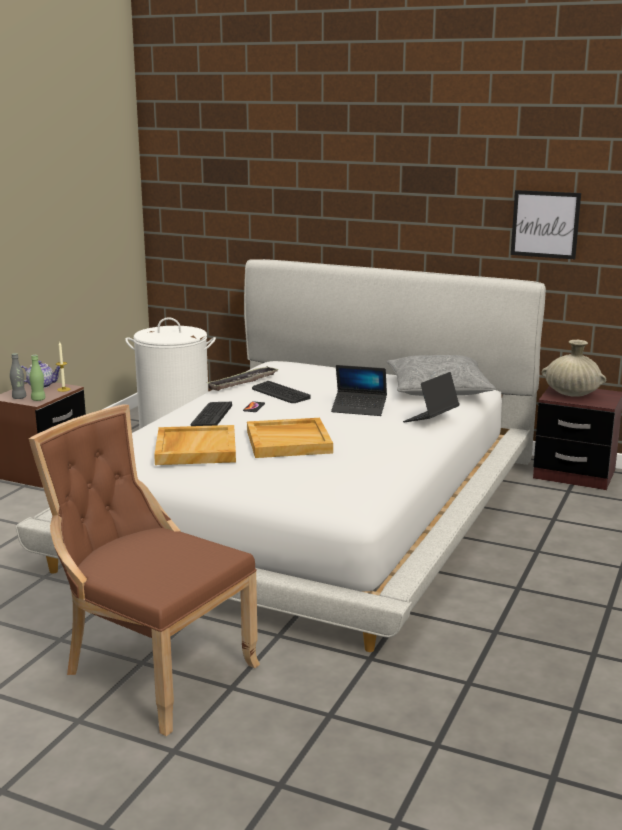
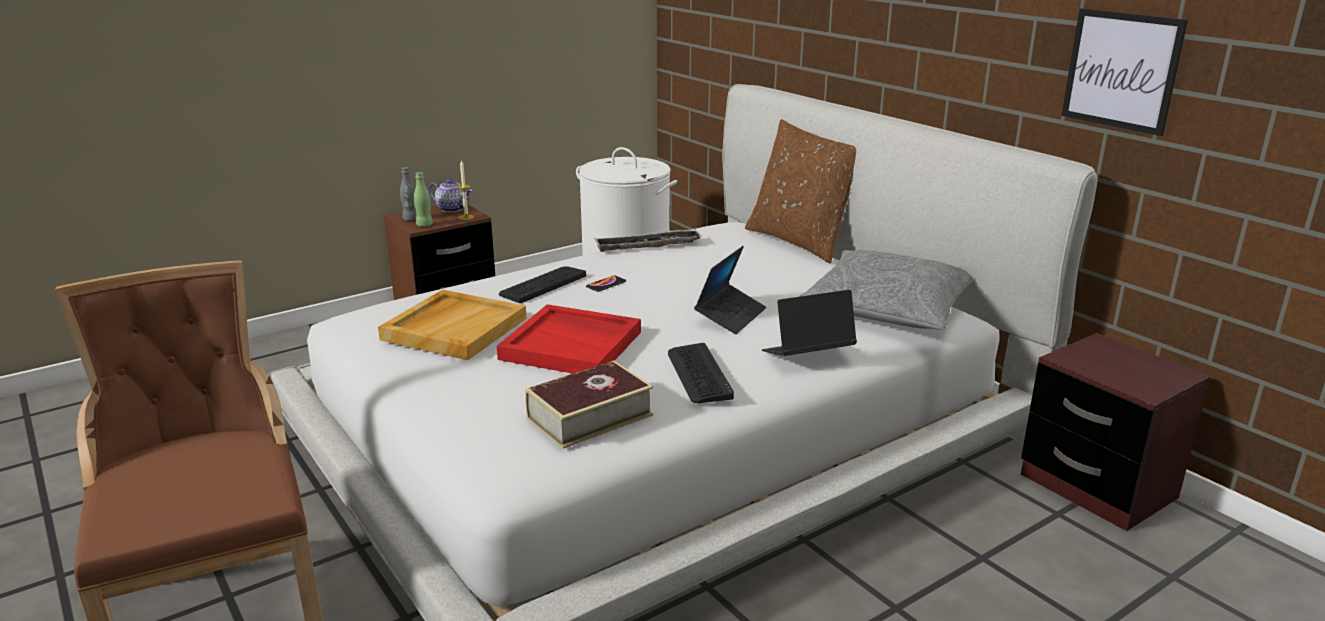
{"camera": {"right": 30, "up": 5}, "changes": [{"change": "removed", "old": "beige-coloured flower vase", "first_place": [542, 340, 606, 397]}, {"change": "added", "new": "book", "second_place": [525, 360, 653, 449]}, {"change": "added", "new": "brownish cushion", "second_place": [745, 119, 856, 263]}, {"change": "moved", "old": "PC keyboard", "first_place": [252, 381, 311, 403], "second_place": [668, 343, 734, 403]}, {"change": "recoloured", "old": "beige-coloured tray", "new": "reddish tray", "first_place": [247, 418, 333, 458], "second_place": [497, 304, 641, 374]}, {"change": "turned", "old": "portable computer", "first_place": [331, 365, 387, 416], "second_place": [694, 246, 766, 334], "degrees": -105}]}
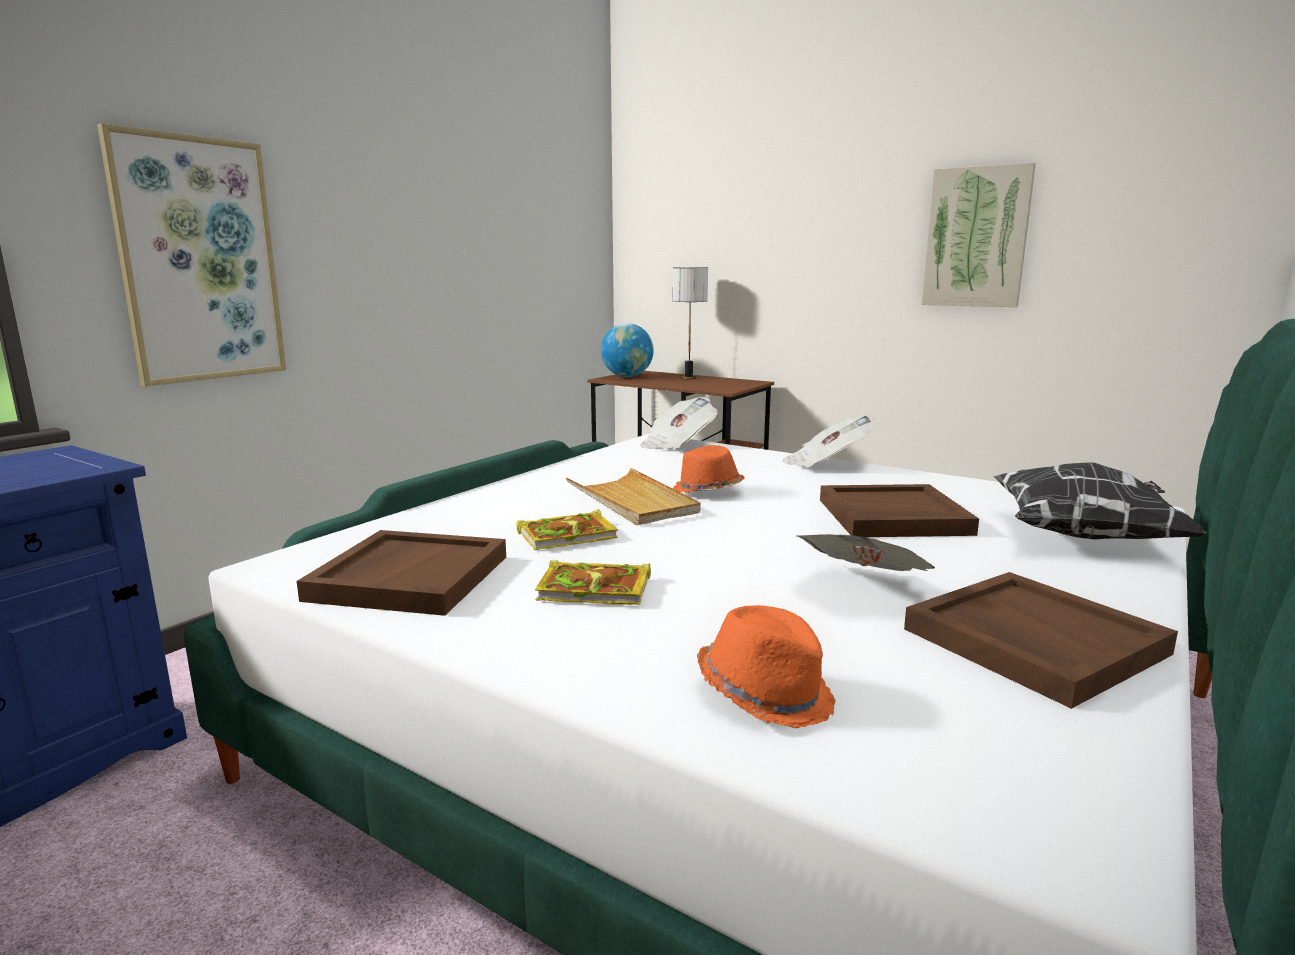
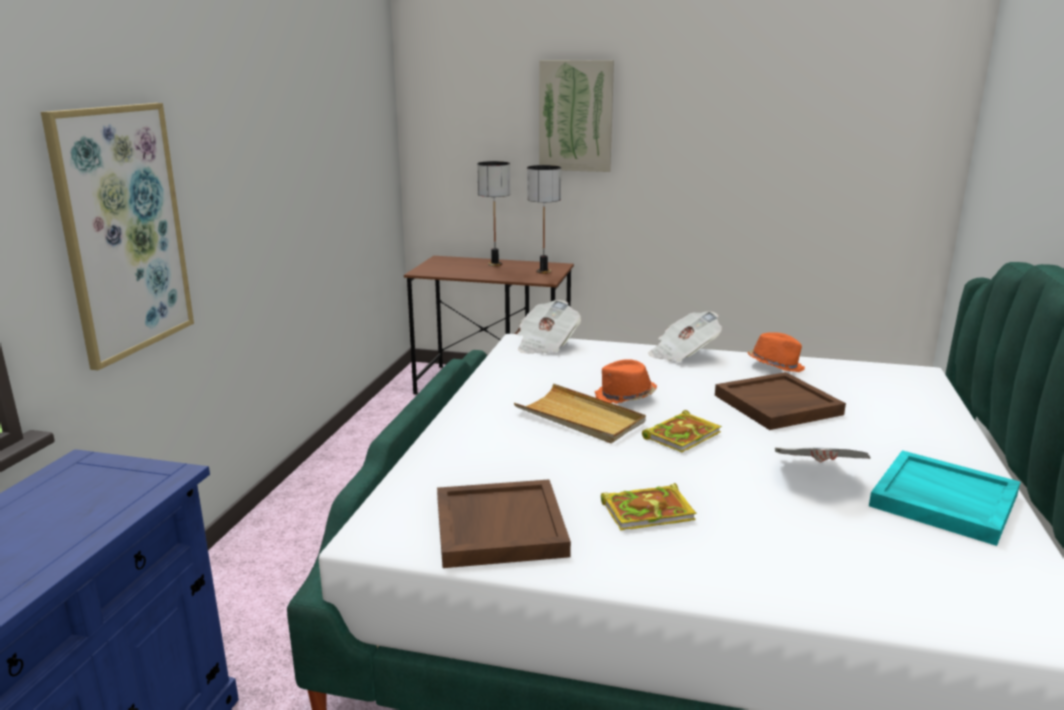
{"camera": {"right": -20, "up": 5}, "changes": [{"change": "removed", "old": "desk globe", "first_place": [601, 323, 654, 377]}, {"change": "removed", "old": "cushion", "first_place": [994, 462, 1207, 540]}, {"change": "added", "new": "tabletop lamp", "second_place": [527, 165, 561, 274]}, {"change": "moved", "old": "book", "first_place": [516, 509, 618, 550], "second_place": [642, 410, 722, 453]}, {"change": "moved", "old": "orange-coloured wearable hat", "first_place": [697, 605, 836, 728], "second_place": [748, 332, 805, 372]}, {"change": "moved", "old": "picture", "first_place": [922, 163, 1036, 307], "second_place": [539, 60, 614, 172]}, {"change": "recoloured", "old": "brownish tray", "new": "blue-green tray", "first_place": [904, 572, 1178, 709], "second_place": [869, 450, 1020, 546]}]}
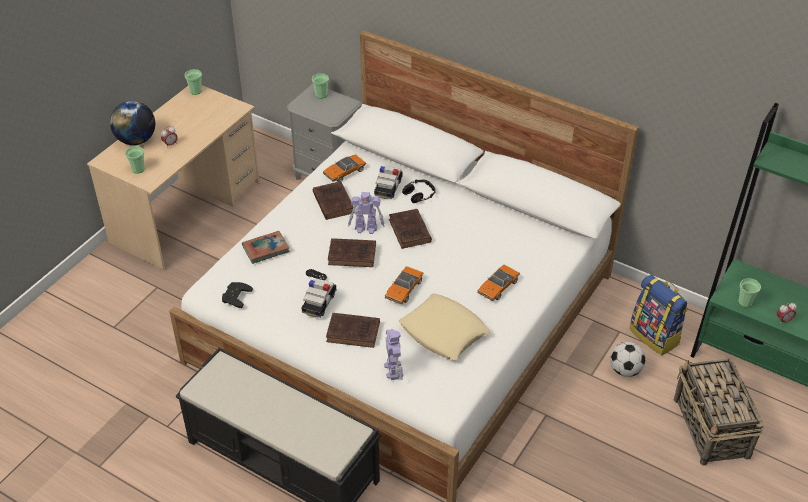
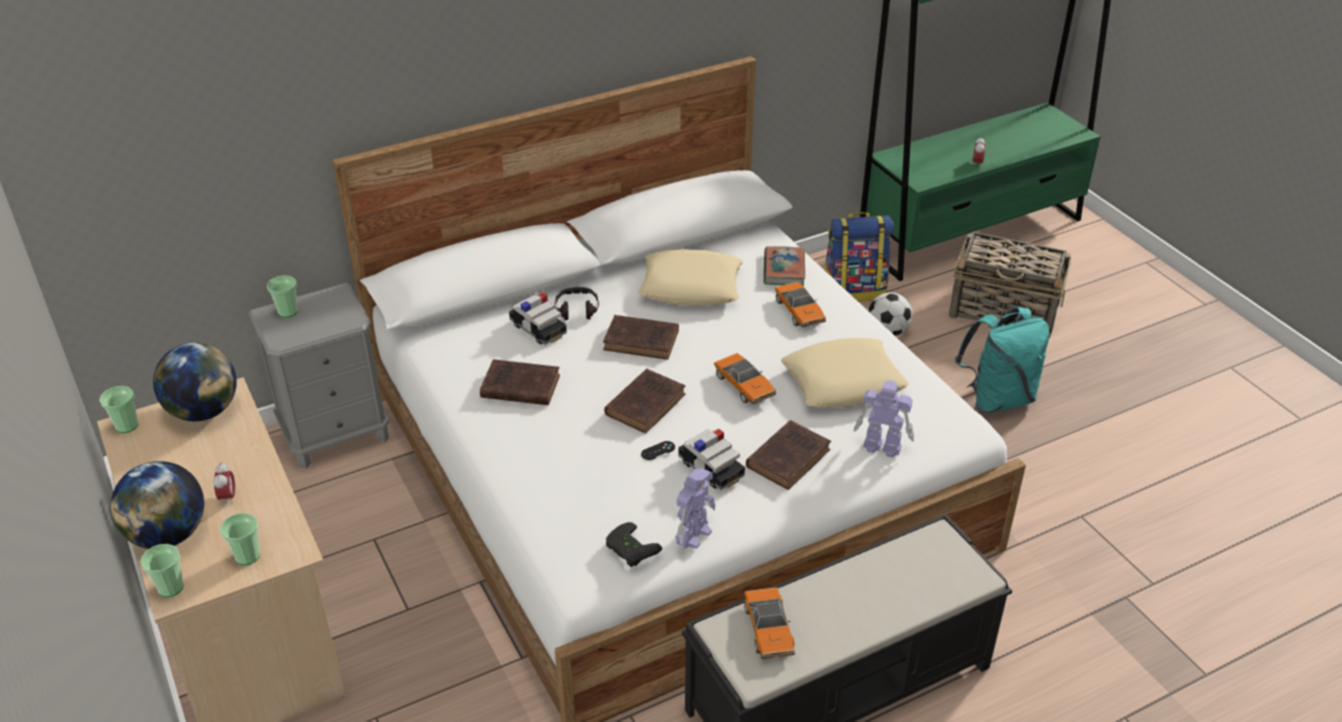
{"camera": {"right": -60, "up": -5}, "changes": [{"change": "added", "new": "desk globe", "second_place": [153, 343, 237, 421]}, {"change": "added", "new": "beige-coloured cushion", "second_place": [638, 249, 743, 306]}, {"change": "added", "new": "blue-green knapsack", "second_place": [954, 307, 1050, 414]}, {"change": "moved", "old": "book", "first_place": [242, 231, 290, 264], "second_place": [764, 246, 805, 286]}, {"change": "moved", "old": "toy car", "first_place": [323, 154, 366, 182], "second_place": [744, 587, 795, 659]}, {"change": "moved", "old": "robot figure", "first_place": [348, 192, 385, 234], "second_place": [675, 468, 715, 550]}, {"change": "moved", "old": "small cup", "first_place": [738, 278, 761, 308], "second_place": [140, 544, 184, 597]}]}
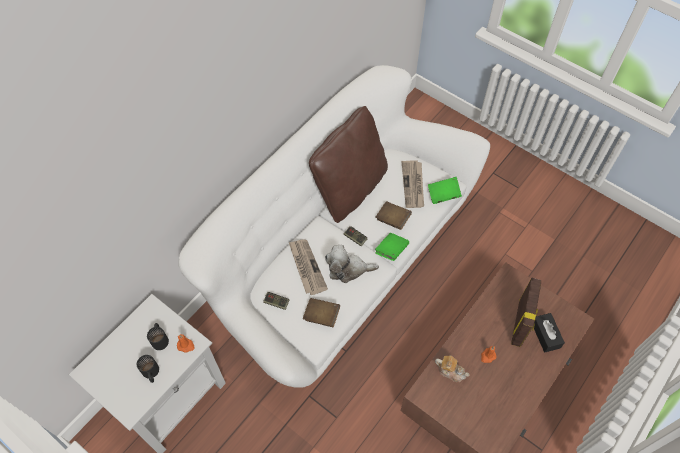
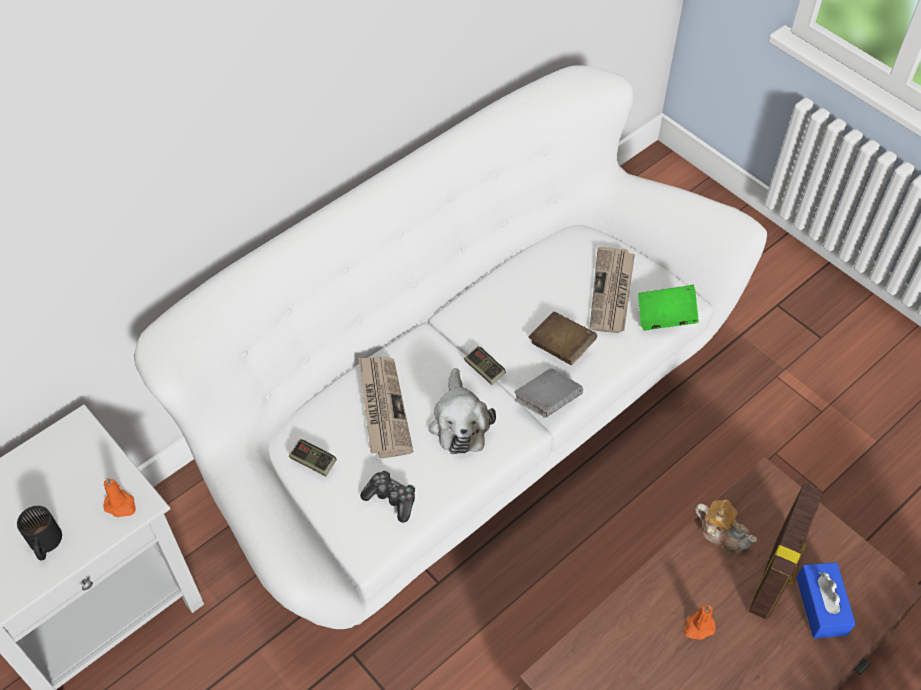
{"camera": {"right": 10, "up": -5}, "changes": [{"change": "removed", "old": "blackish tea mug", "first_place": [147, 323, 169, 350]}, {"change": "removed", "old": "brownish cushion", "first_place": [309, 106, 388, 223]}, {"change": "moved", "old": "pot for tea", "first_place": [435, 356, 470, 382], "second_place": [695, 500, 757, 554]}, {"change": "replaced", "old": "brownish book", "new": "joypad", "first_place": [303, 298, 340, 327], "second_place": [360, 470, 415, 523]}, {"change": "recoloured", "old": "green-coloured book", "new": "gray book", "first_place": [375, 233, 409, 261], "second_place": [514, 368, 583, 418]}, {"change": "recoloured", "old": "blackish box of tissues", "new": "blue-coloured box of tissues", "first_place": [534, 313, 565, 352], "second_place": [796, 562, 856, 638]}, {"change": "turned", "old": "cuddly toy", "first_place": [325, 245, 379, 283], "second_place": [428, 368, 496, 454], "degrees": -105}]}
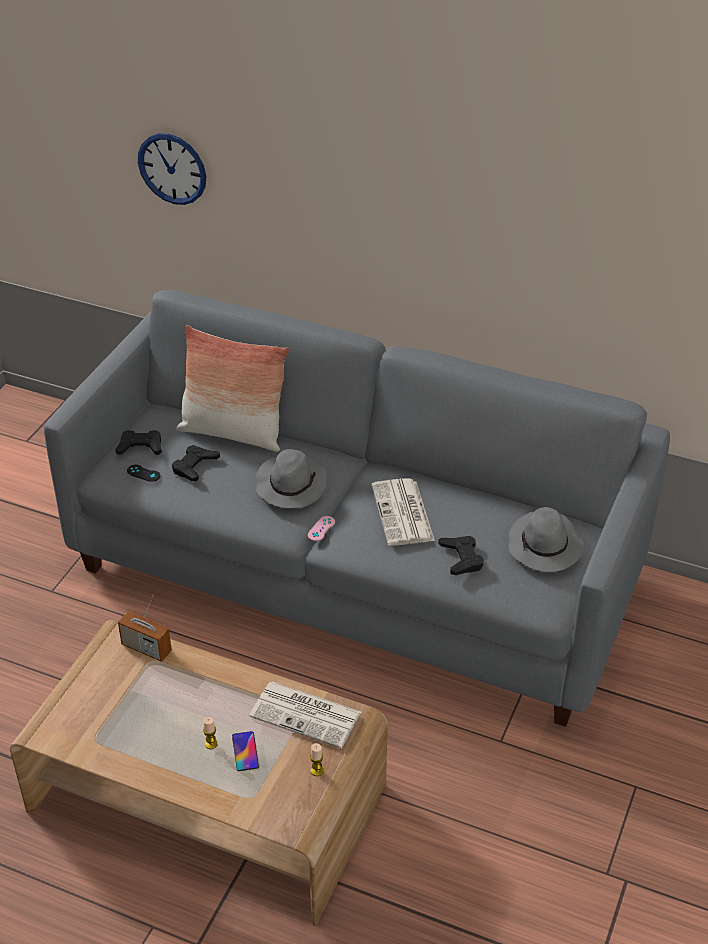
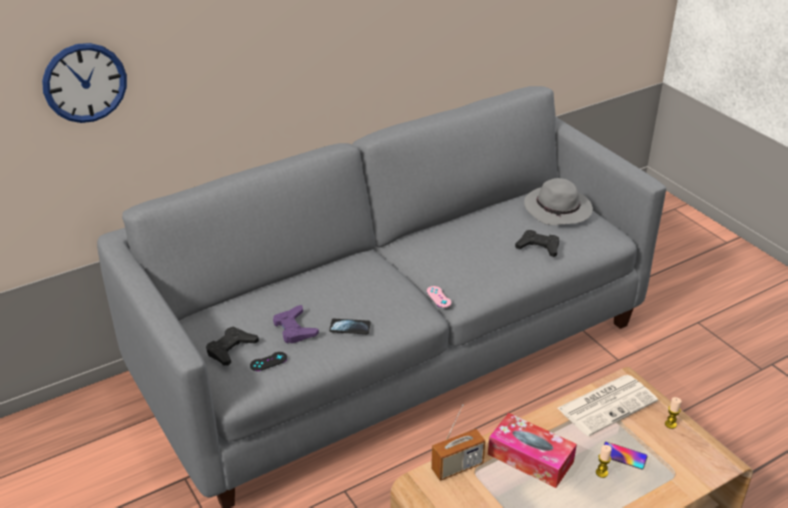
{"camera": {"right": -55, "up": -5}, "changes": [{"change": "removed", "old": "cushion", "first_place": [177, 325, 289, 452]}, {"change": "removed", "old": "gray wearable hat", "first_place": [256, 449, 327, 508]}, {"change": "removed", "old": "daily paper", "first_place": [372, 478, 435, 546]}, {"change": "added", "new": "phone", "second_place": [329, 319, 371, 334]}, {"change": "added", "new": "box of tissues", "second_place": [488, 413, 577, 488]}, {"change": "recoloured", "old": "blackish joypad", "new": "purple-coloured joypad", "first_place": [172, 445, 220, 481], "second_place": [273, 305, 319, 344]}]}
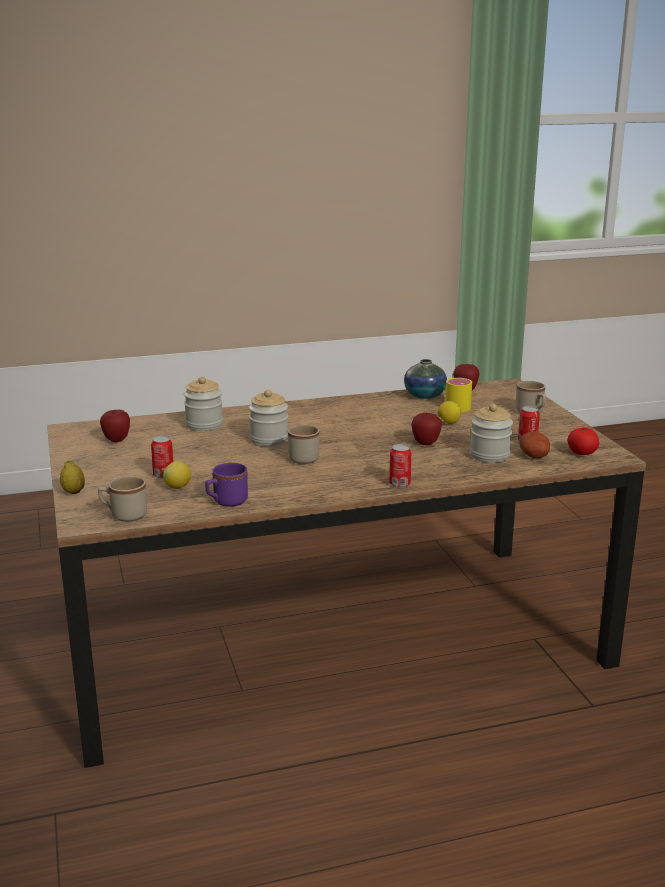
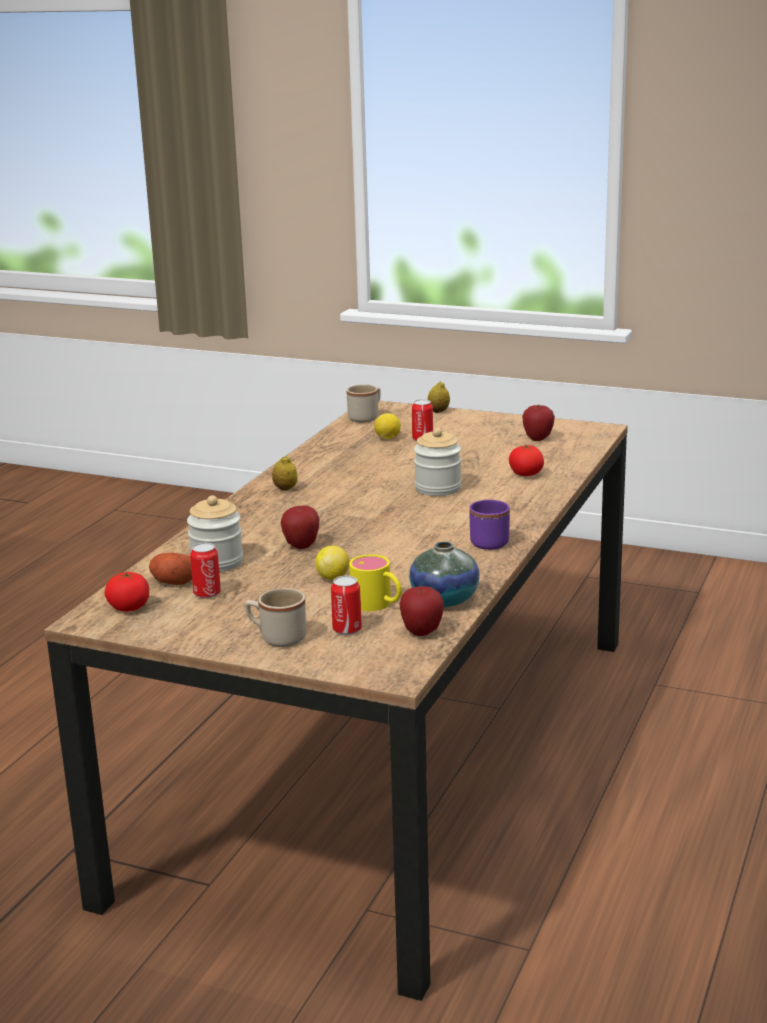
{"camera": {"right": 130, "up": 0}, "changes": [{"change": "removed", "old": "beige-coloured tea mug", "first_place": [288, 425, 319, 464]}, {"change": "added", "new": "citrus fruit", "second_place": [272, 456, 297, 490]}, {"change": "moved", "old": "purple-coloured tea mug", "first_place": [205, 463, 248, 507], "second_place": [469, 500, 510, 550]}, {"change": "moved", "old": "sealed can", "first_place": [389, 444, 411, 488], "second_place": [331, 576, 362, 635]}, {"change": "replaced", "old": "jar", "new": "fresh tomato", "first_place": [184, 376, 223, 431], "second_place": [509, 445, 544, 476]}]}
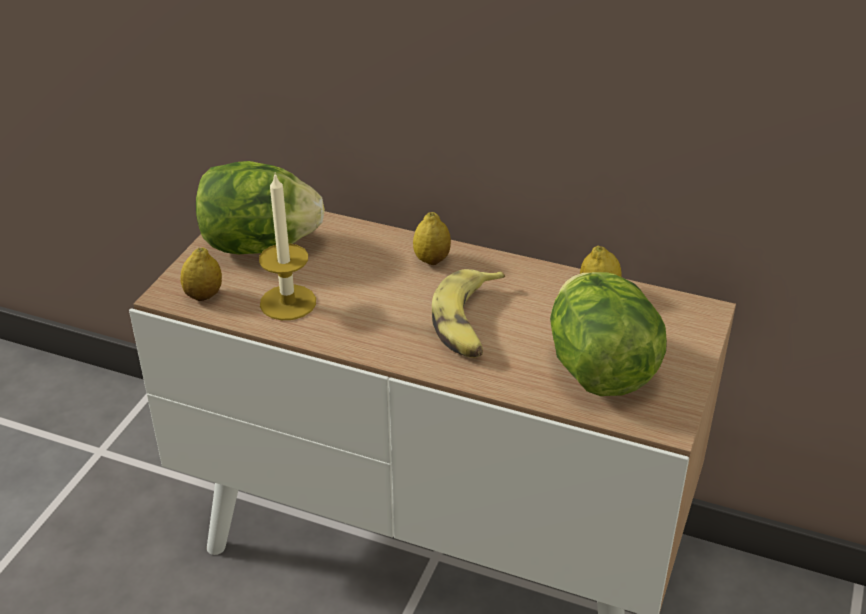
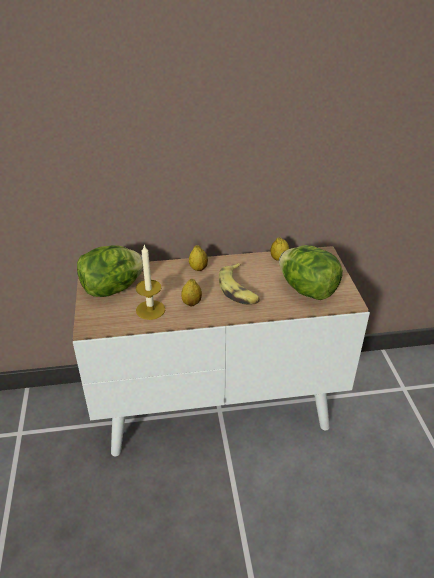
{"camera": {"right": -30, "up": 0}, "changes": [{"change": "moved", "old": "citrus fruit", "first_place": [180, 248, 222, 301], "second_place": [181, 279, 202, 307]}]}
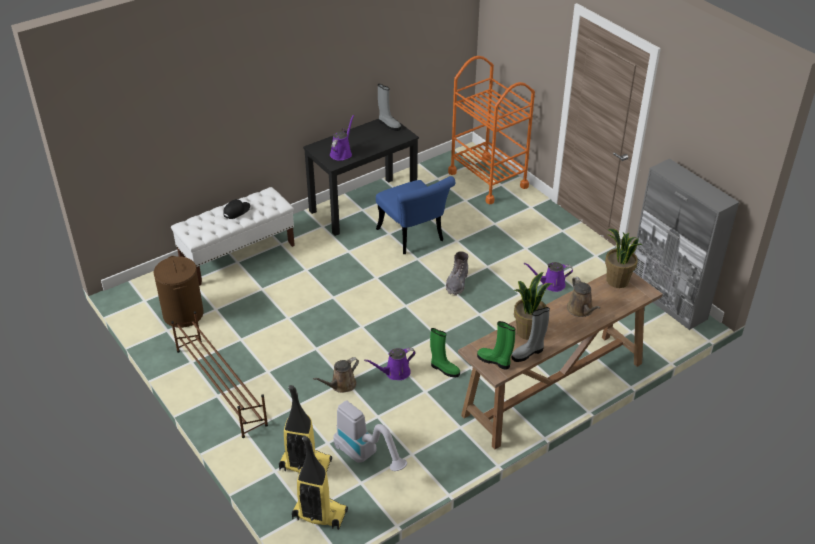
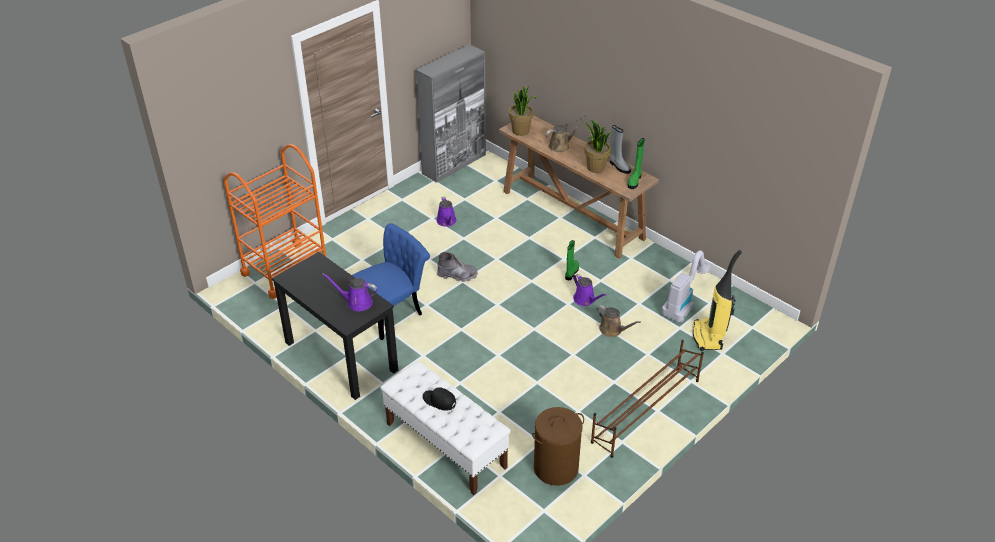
{"camera": {"right": -100, "up": 0}, "changes": [{"change": "removed", "old": "hoover", "first_place": [292, 436, 348, 530]}, {"change": "removed", "old": "gray high-top boot", "first_place": [378, 84, 401, 131]}]}
